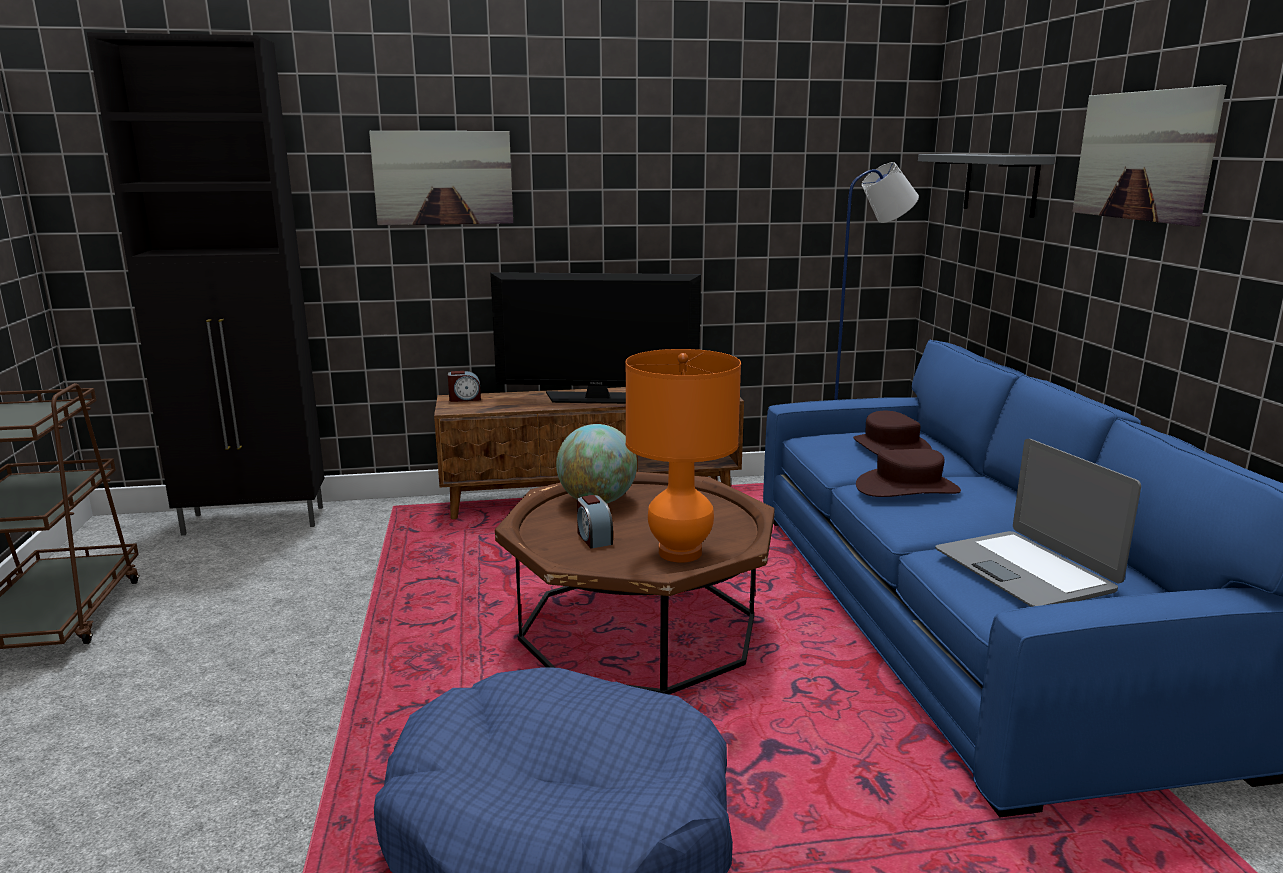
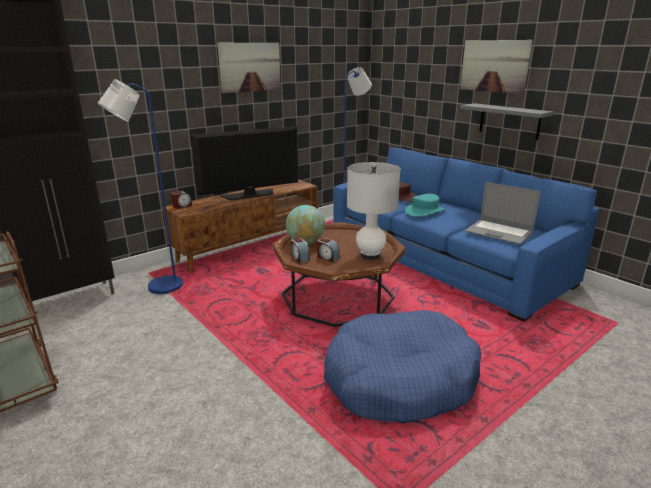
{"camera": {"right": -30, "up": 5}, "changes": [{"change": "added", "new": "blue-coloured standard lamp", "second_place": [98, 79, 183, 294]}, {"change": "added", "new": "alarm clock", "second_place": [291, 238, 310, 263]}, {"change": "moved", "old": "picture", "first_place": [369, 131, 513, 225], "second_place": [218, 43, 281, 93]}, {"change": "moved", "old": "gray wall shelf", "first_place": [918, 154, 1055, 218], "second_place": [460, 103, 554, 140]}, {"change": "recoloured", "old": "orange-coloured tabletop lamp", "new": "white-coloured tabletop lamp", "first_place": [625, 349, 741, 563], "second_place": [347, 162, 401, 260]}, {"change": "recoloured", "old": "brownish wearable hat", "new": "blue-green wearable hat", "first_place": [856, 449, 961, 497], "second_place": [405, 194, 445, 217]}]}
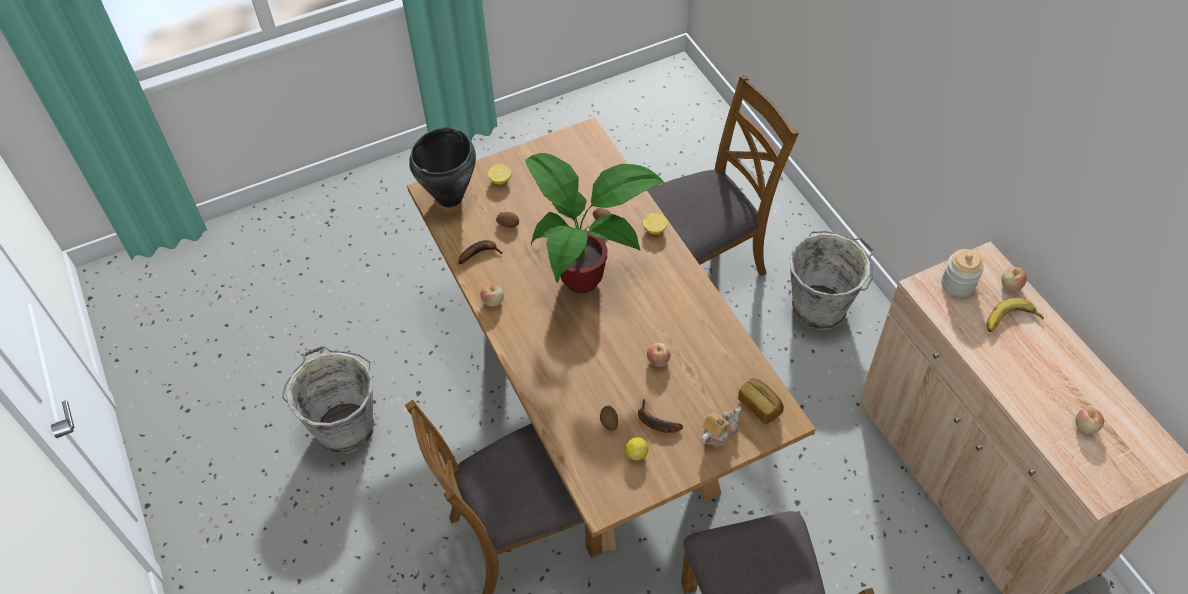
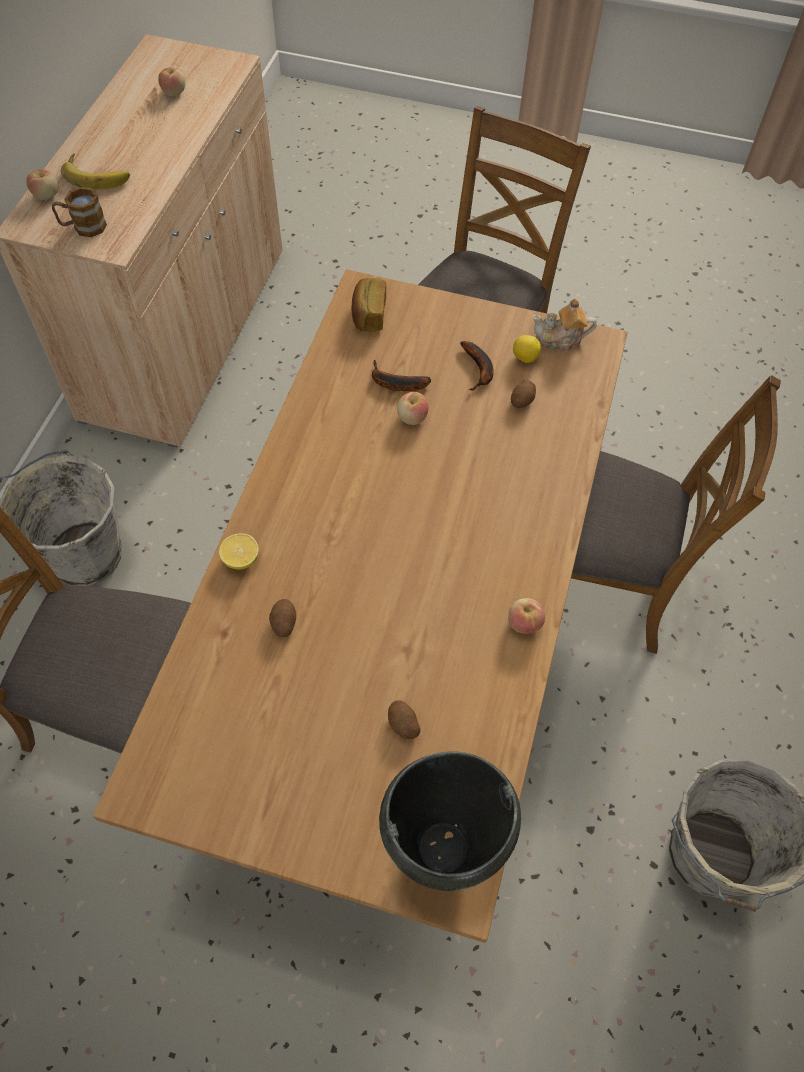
{"camera": {"right": -140, "up": 5}, "changes": [{"change": "removed", "old": "citrus fruit", "first_place": [488, 164, 512, 185]}, {"change": "removed", "old": "houseplant", "first_place": [526, 153, 665, 294]}, {"change": "moved", "old": "banana", "first_place": [459, 240, 502, 264], "second_place": [372, 359, 431, 391]}, {"change": "moved", "old": "pot for tea", "first_place": [700, 406, 741, 448], "second_place": [532, 299, 597, 352]}, {"change": "replaced", "old": "jar", "new": "tea mug", "first_place": [942, 249, 984, 297], "second_place": [52, 187, 107, 237]}]}
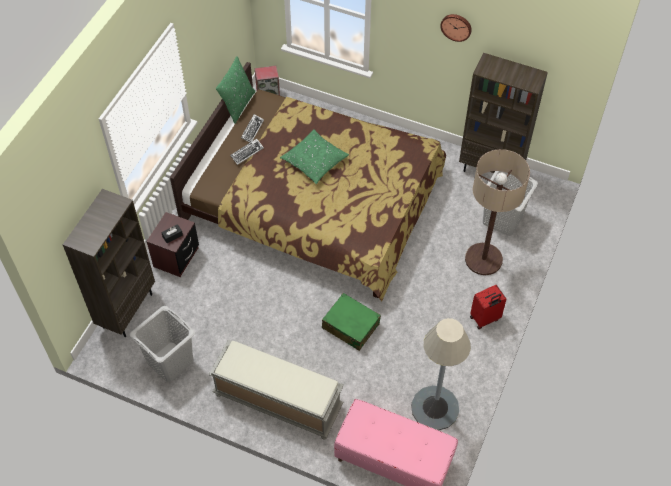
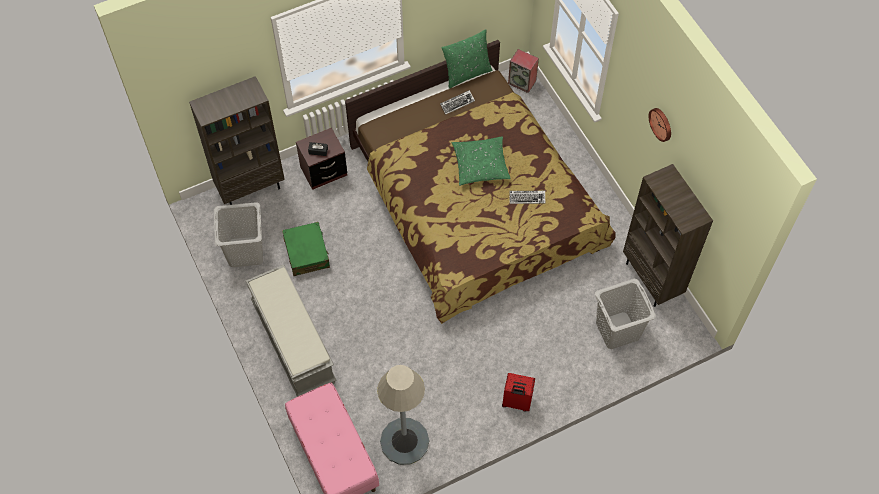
{"camera": {"right": 40, "up": 5}, "changes": [{"change": "removed", "old": "standard lamp", "first_place": [465, 149, 530, 275]}, {"change": "moved", "old": "PC keyboard", "first_place": [230, 139, 264, 165], "second_place": [509, 191, 545, 204]}, {"change": "moved", "old": "green-coloured piece of luggage", "first_place": [322, 293, 381, 351], "second_place": [282, 222, 330, 276]}]}
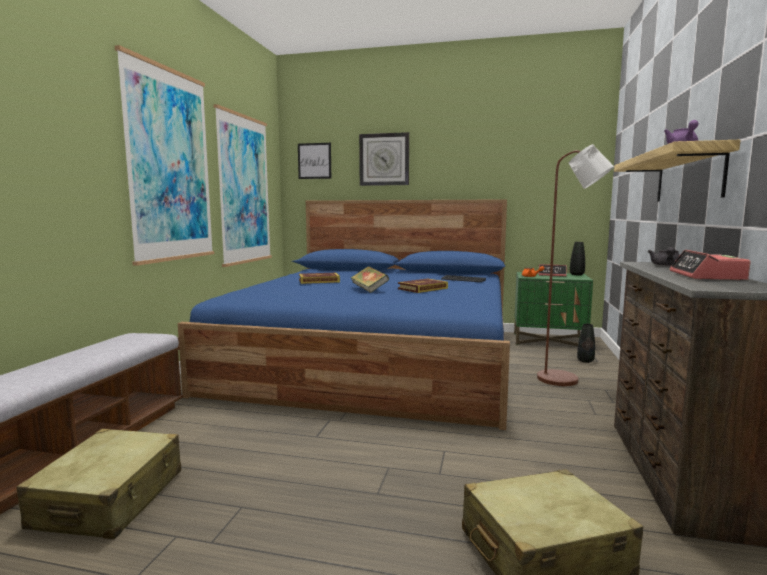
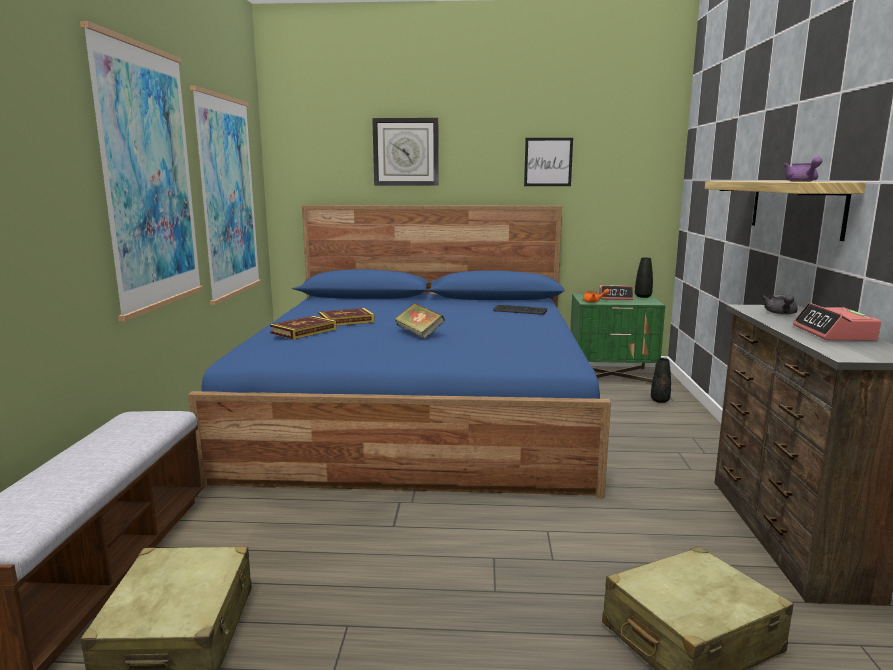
{"camera": {"right": -10, "up": 5}, "changes": [{"change": "removed", "old": "brownish standard lamp", "first_place": [537, 144, 614, 386]}, {"change": "moved", "old": "picture", "first_place": [298, 143, 331, 179], "second_place": [524, 138, 573, 186]}, {"change": "moved", "old": "book", "first_place": [398, 279, 448, 293], "second_place": [270, 316, 337, 340]}]}
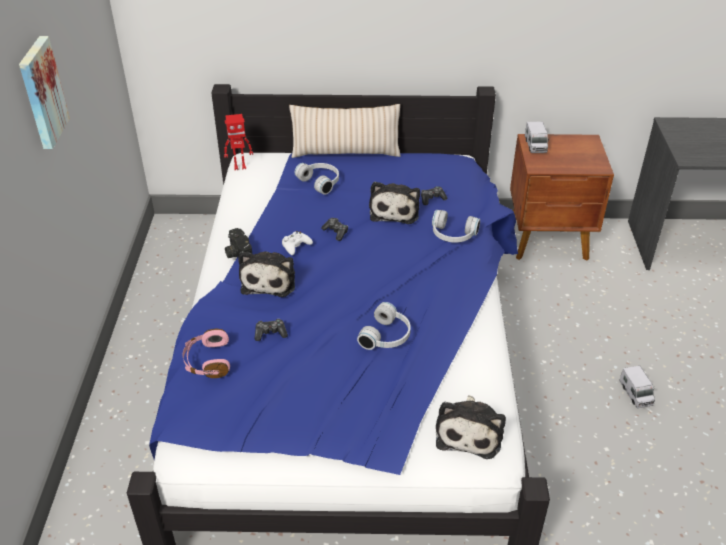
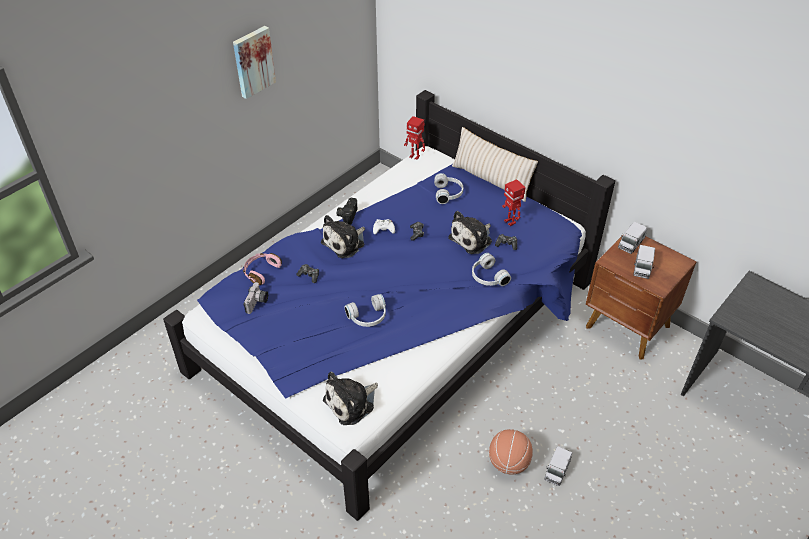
{"camera": {"right": 40, "up": 5}, "changes": [{"change": "added", "new": "still camera", "second_place": [243, 282, 268, 314]}, {"change": "added", "new": "ball for basketball", "second_place": [489, 429, 533, 475]}, {"change": "added", "new": "robot figure", "second_place": [502, 179, 526, 226]}, {"change": "added", "new": "model truck", "second_place": [633, 245, 655, 279]}]}
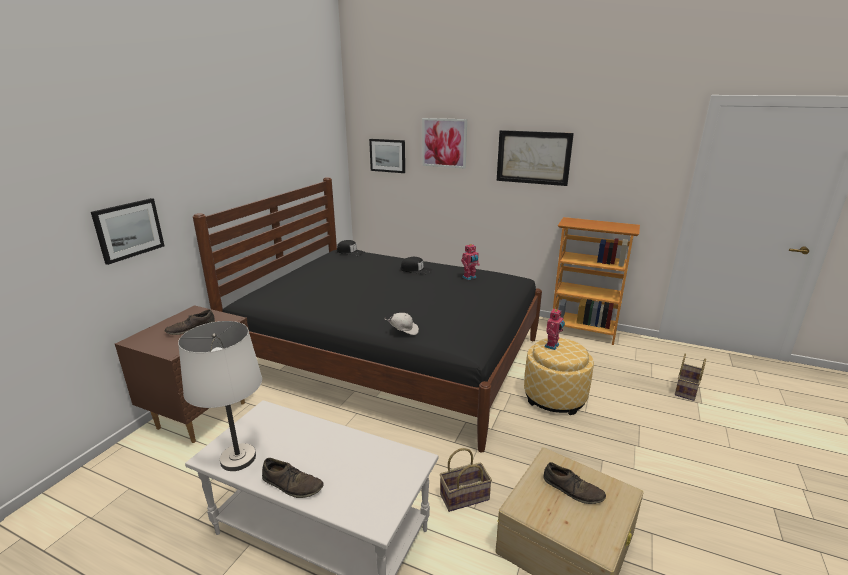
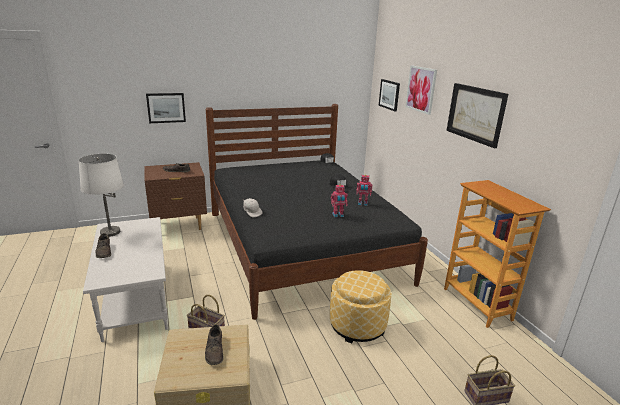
{"camera": {"right": 45, "up": 0}, "changes": [{"change": "moved", "old": "robot figure", "first_place": [545, 309, 565, 350], "second_place": [331, 184, 348, 217]}]}
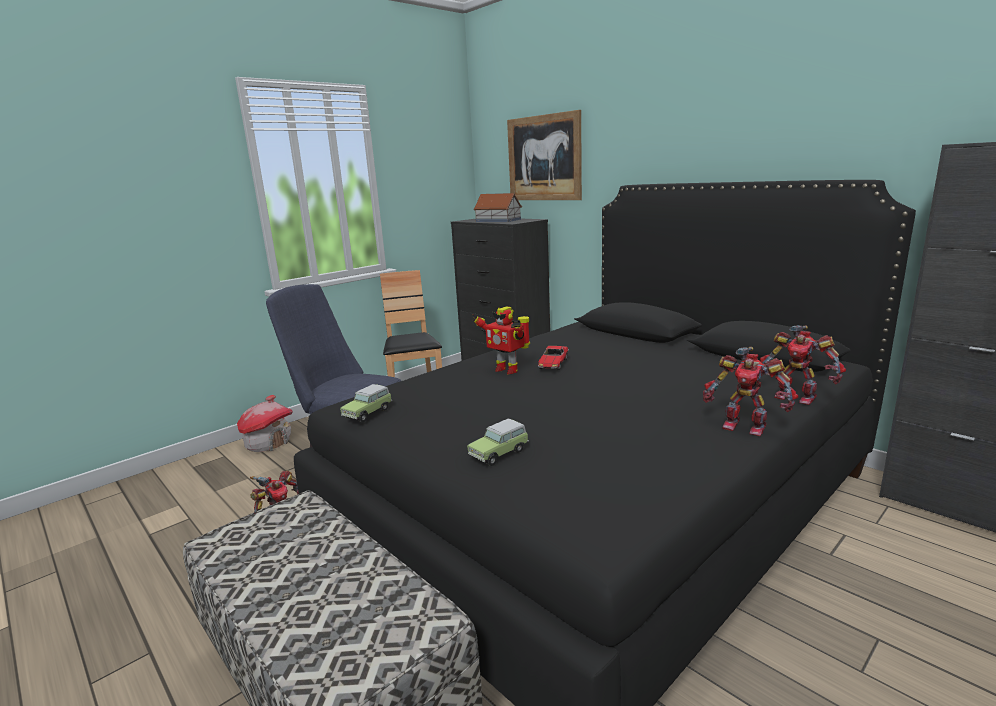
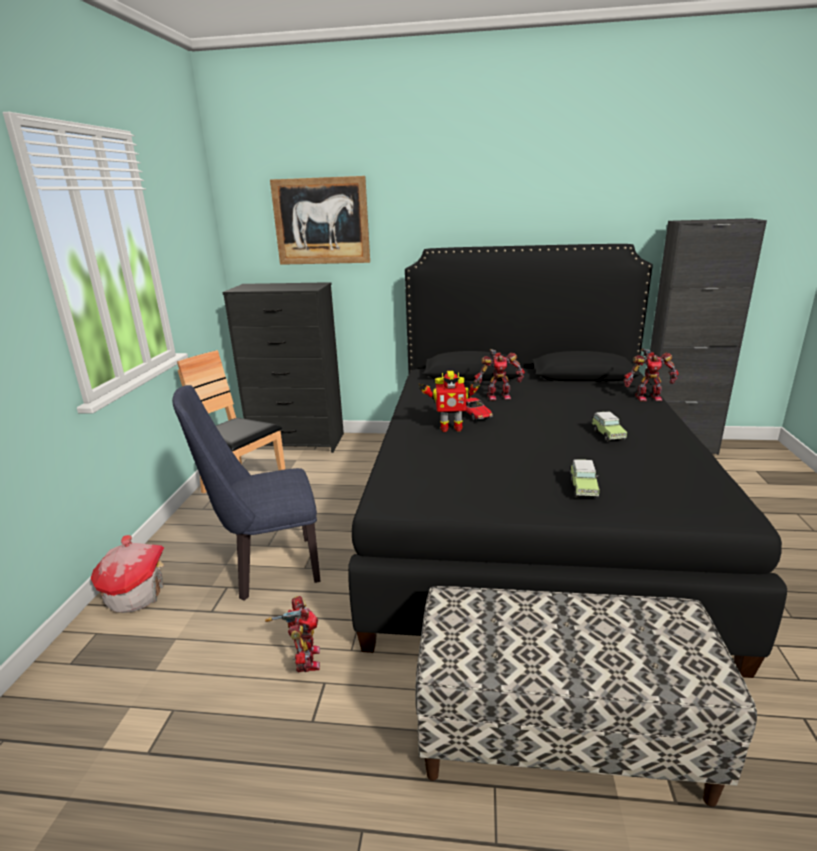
{"camera": {"right": -40, "up": 5}, "changes": [{"change": "removed", "old": "model house", "first_place": [474, 193, 522, 222]}, {"change": "moved", "old": "toy car", "first_place": [340, 384, 392, 422], "second_place": [592, 412, 627, 442]}, {"change": "moved", "old": "robot figure", "first_place": [703, 347, 798, 436], "second_place": [474, 349, 525, 401]}]}
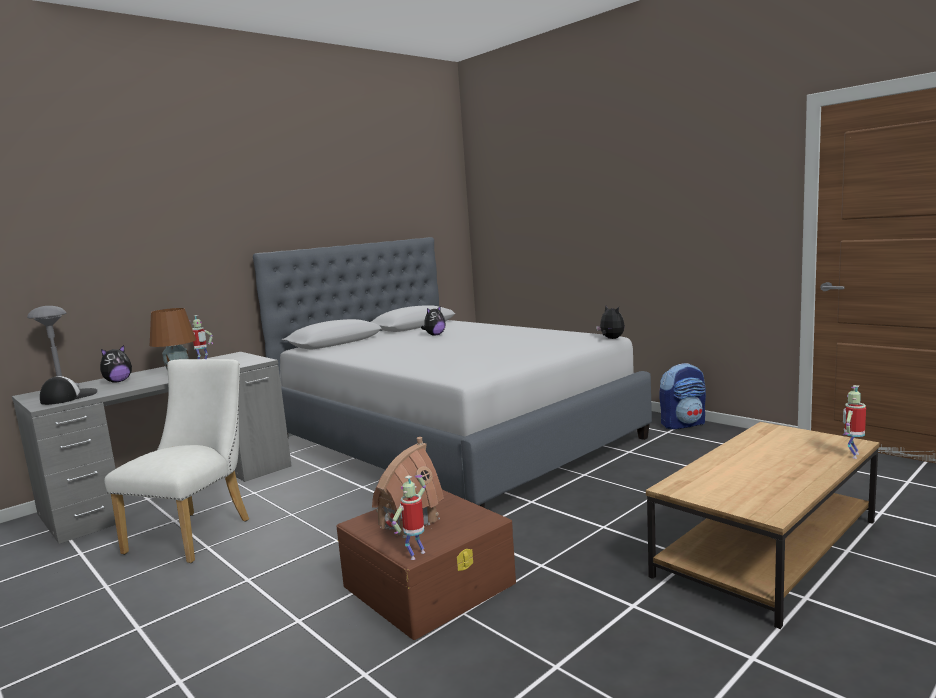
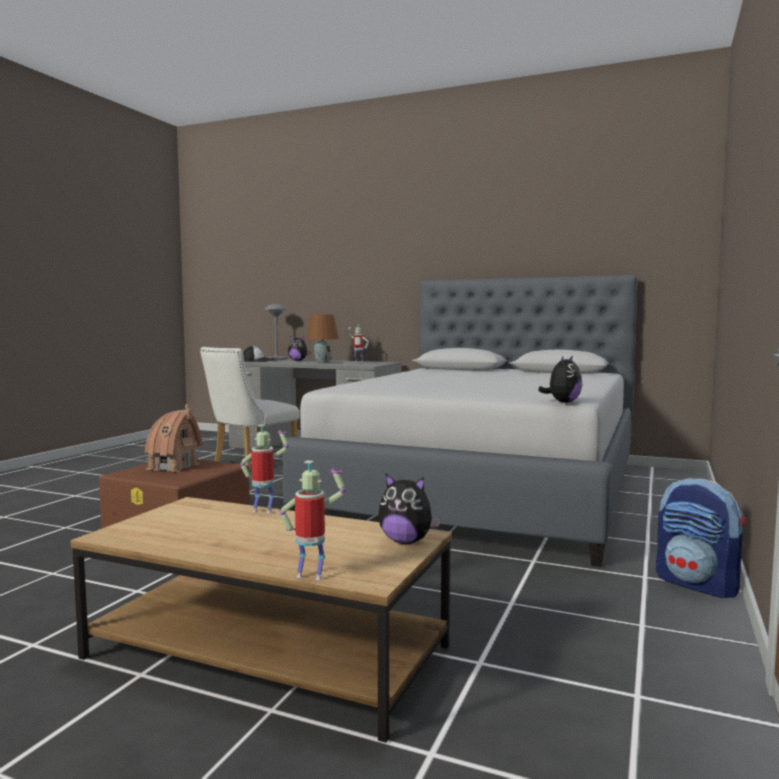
{"camera": {"right": 65, "up": -5}, "changes": [{"change": "moved", "old": "robot figure", "first_place": [392, 475, 426, 560], "second_place": [240, 424, 289, 513]}, {"change": "moved", "old": "cuddly toy", "first_place": [421, 305, 446, 336], "second_place": [378, 474, 441, 544]}, {"change": "turned", "old": "white-coloured plain chair", "first_place": [104, 359, 249, 563], "second_place": [200, 347, 299, 471], "degrees": 135}]}
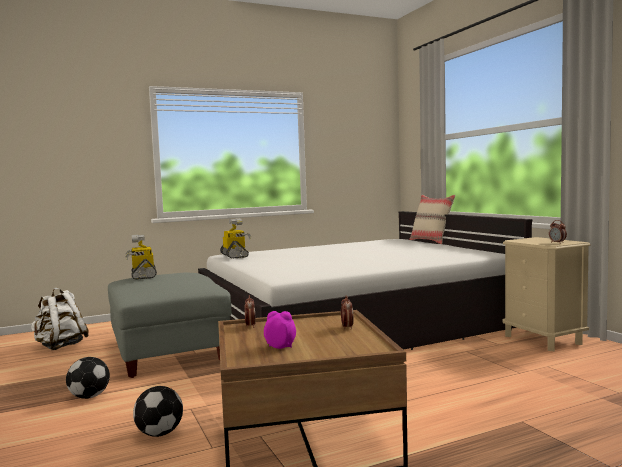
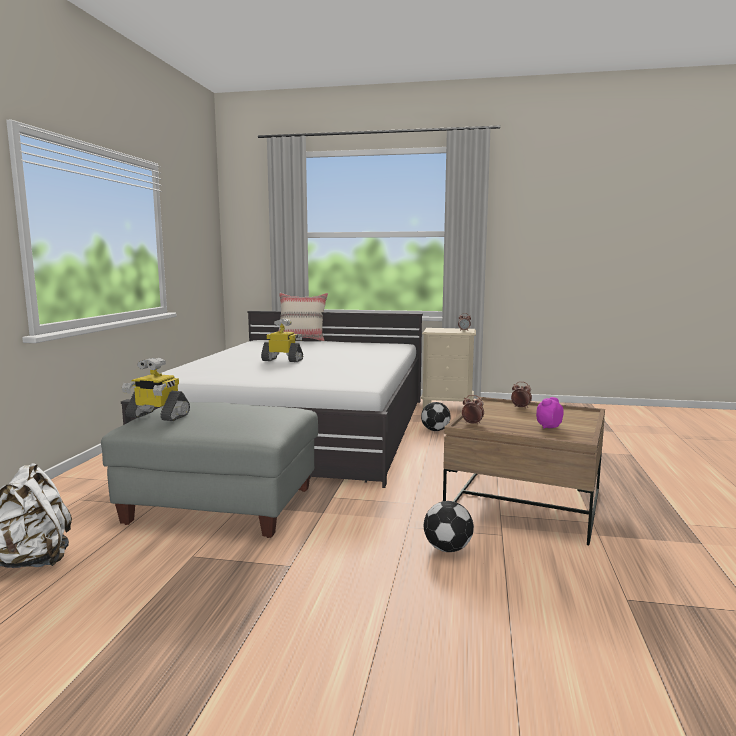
{"camera": {"right": -55, "up": 5}, "changes": [{"change": "moved", "old": "football", "first_place": [66, 357, 110, 399], "second_place": [421, 402, 450, 431]}, {"change": "moved", "old": "robot figure", "first_place": [220, 218, 251, 258], "second_place": [261, 318, 303, 362]}]}
